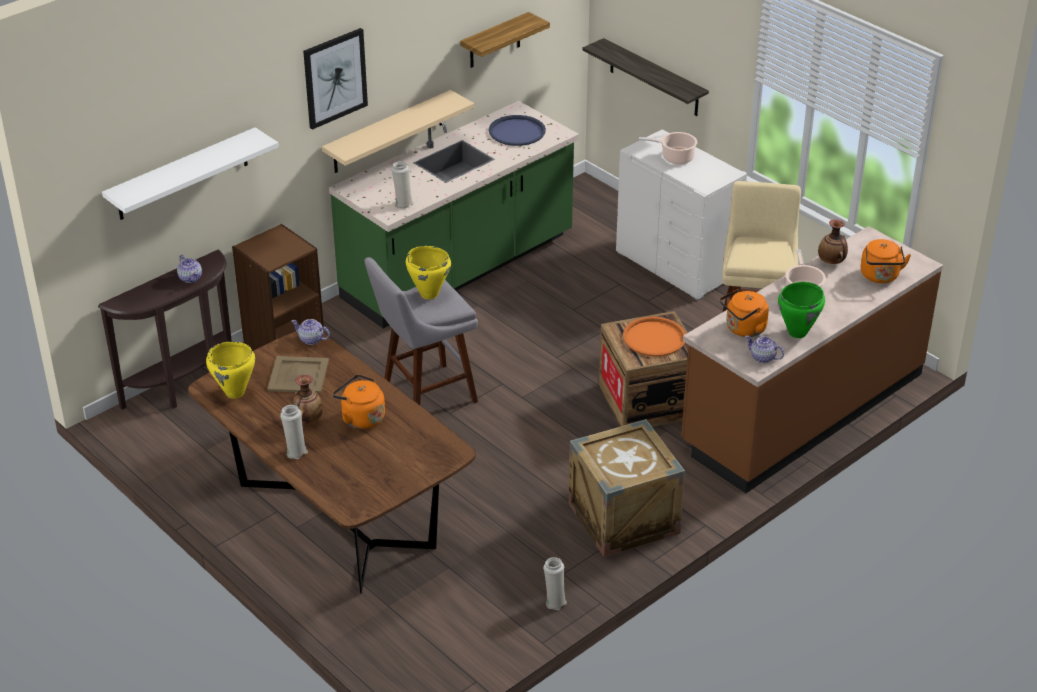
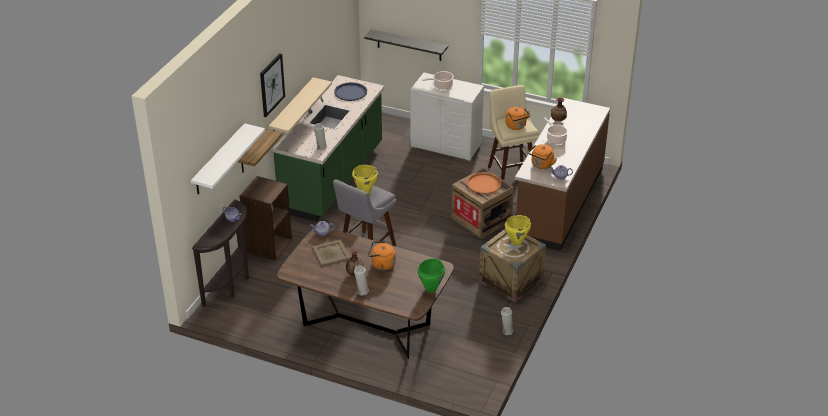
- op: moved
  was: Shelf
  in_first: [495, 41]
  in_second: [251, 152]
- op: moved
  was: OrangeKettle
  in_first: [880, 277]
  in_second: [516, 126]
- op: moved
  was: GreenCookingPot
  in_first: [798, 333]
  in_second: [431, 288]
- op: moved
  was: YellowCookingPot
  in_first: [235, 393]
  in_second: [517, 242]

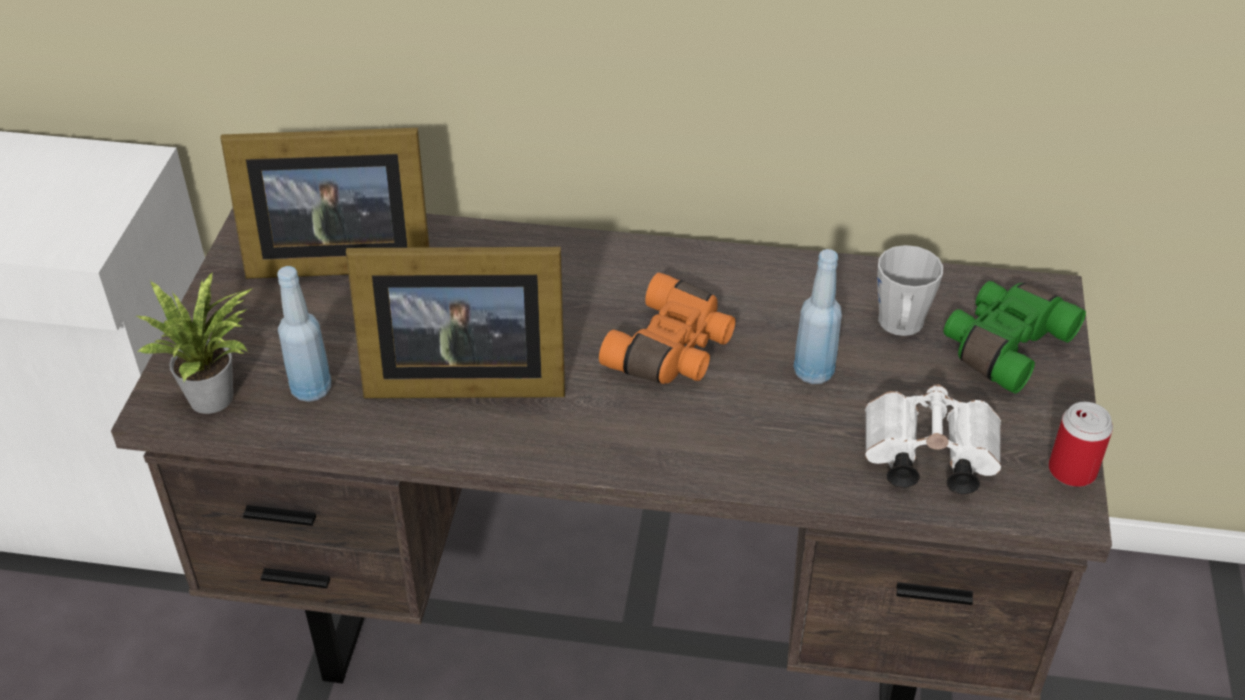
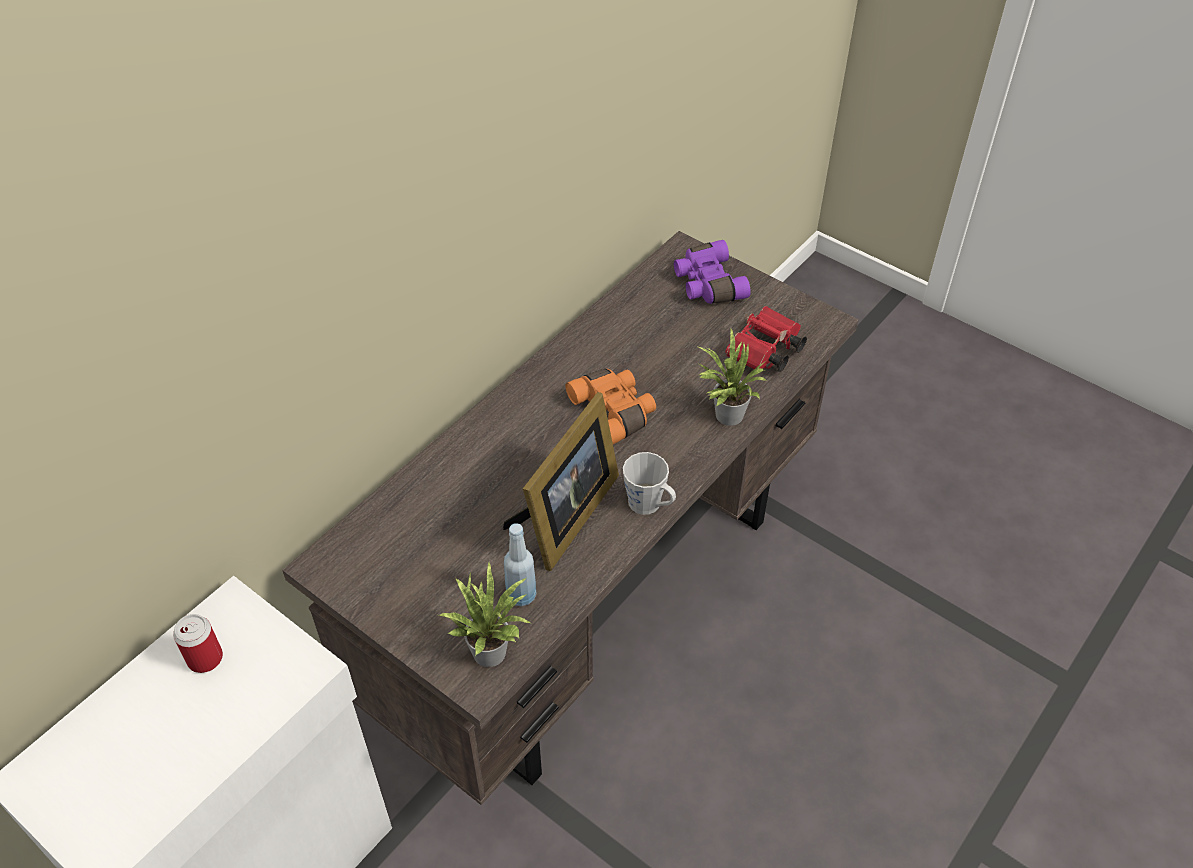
- op: removed
  was: PictureFrame
  in_first: [334, 258]
- op: moved
  was: GreyMug
  in_first: [900, 326]
  in_second: [649, 505]
- op: removed
  was: BlueBottle
  in_first: [813, 372]
- op: recoloured
  was: GreenBinoculars
  now: PurpleBinoculars
  in_first: [1003, 345]
  in_second: [707, 284]
- op: recoloured
  was: WhiteBinoculars
  now: RedBinoculars
  in_first: [924, 458]
  in_second: [764, 353]
- op: moved
  was: Can
  in_first: [1072, 470]
  in_second: [205, 658]
- op: added
  now: PottedPlant
  in_second: [725, 415]

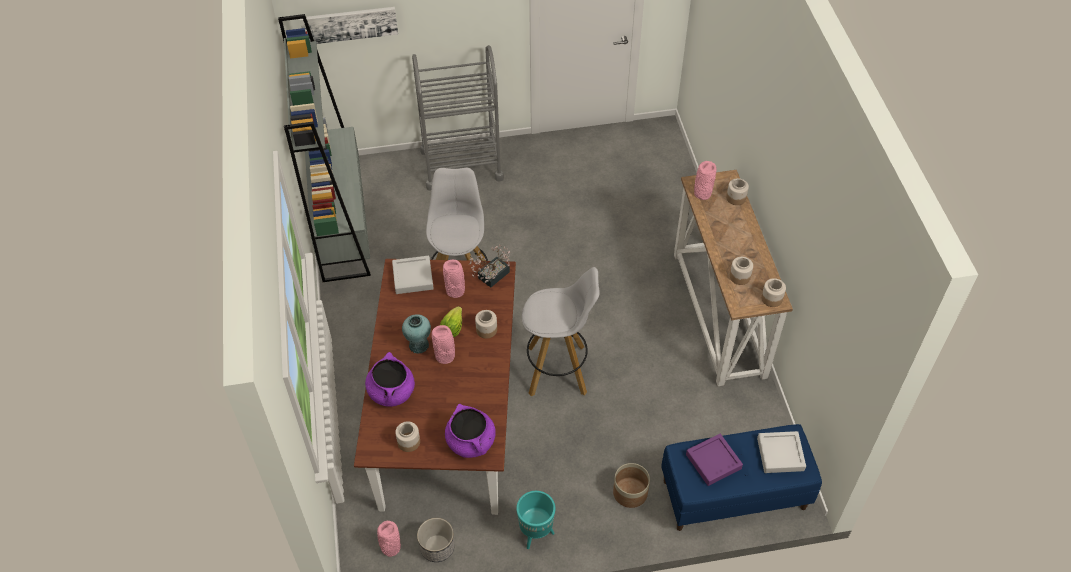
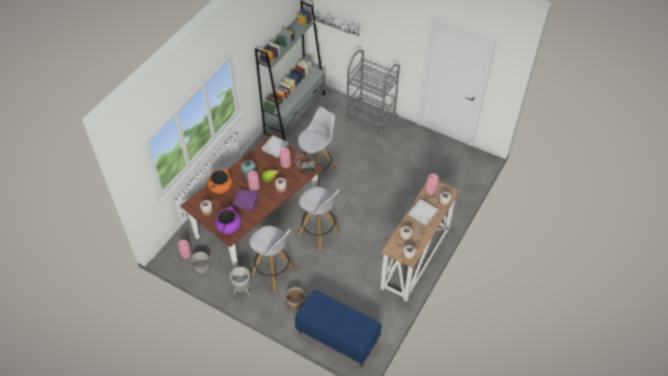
- op: recoloured
  was: PurpleCookingPot
  now: OrangeCookingPot
  in_first: [391, 392]
  in_second: [220, 187]
- op: moved
  was: GreyTray
  in_first: [780, 454]
  in_second: [423, 213]
- op: moved
  was: PurpleTray
  in_first: [713, 461]
  in_second: [246, 201]
- op: recoloured
  was: TurquoisePlanter
  now: GreyPlanter
  in_first: [536, 533]
  in_second: [243, 290]
- op: added
  now: WhiteStool
  in_second: [273, 272]

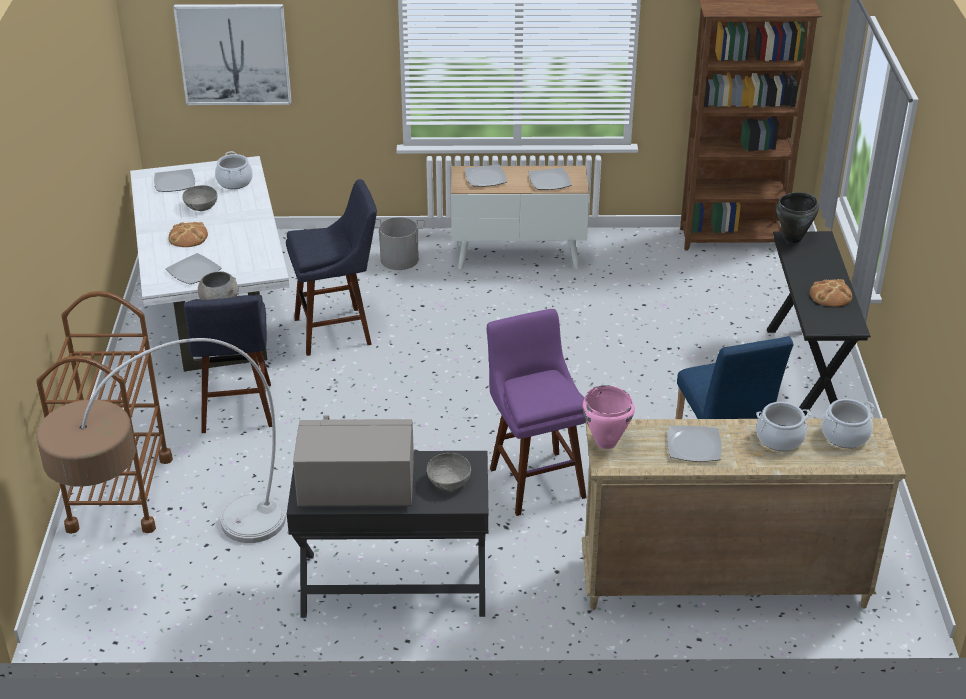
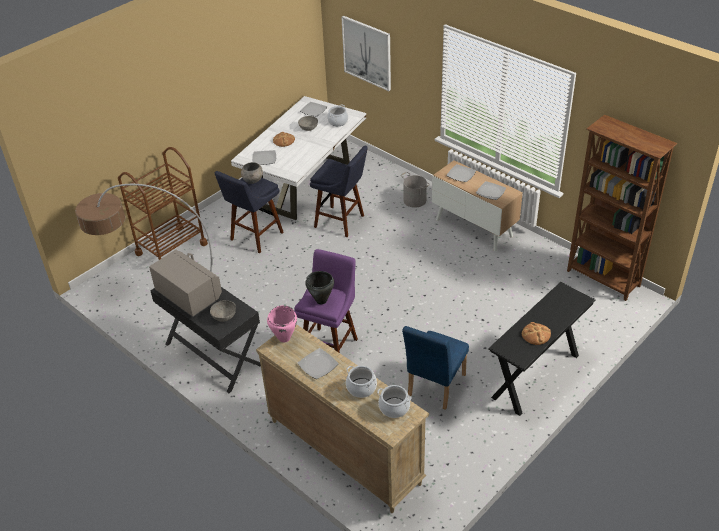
- op: moved
  was: BlackCookingPot
  in_first: [793, 238]
  in_second: [321, 300]

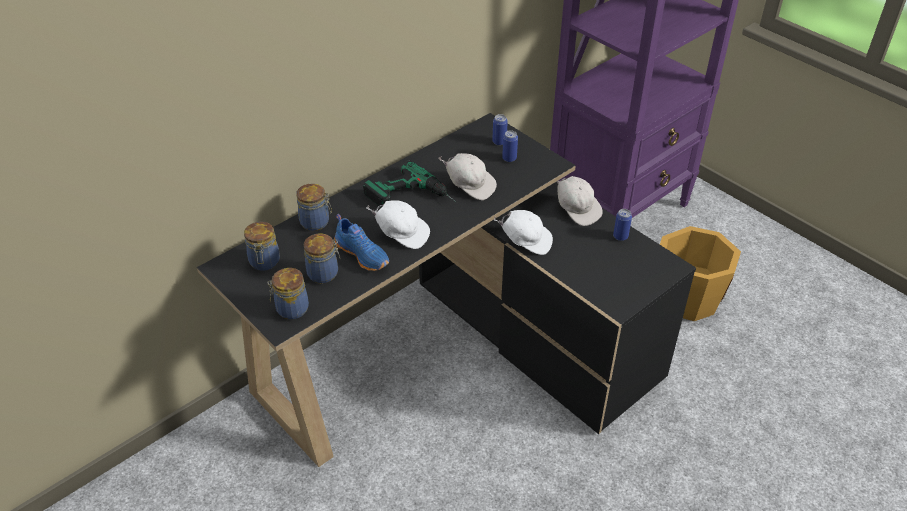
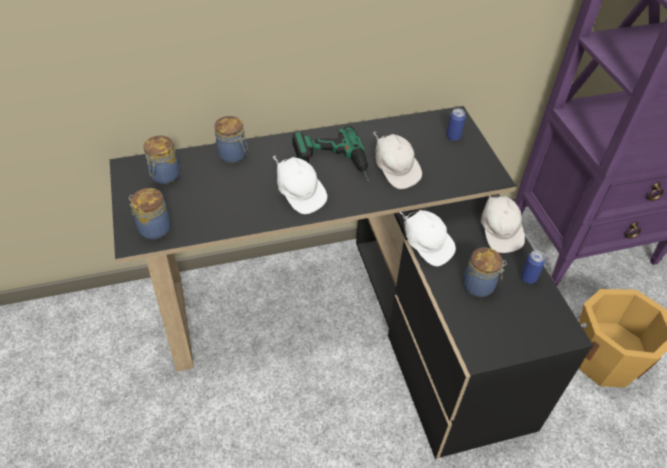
- op: removed
  was: Can
  in_first: [509, 158]
- op: removed
  was: BlueShoe
  in_first: [363, 254]
- op: moved
  was: Jar
  in_first: [324, 273]
  in_second: [479, 286]

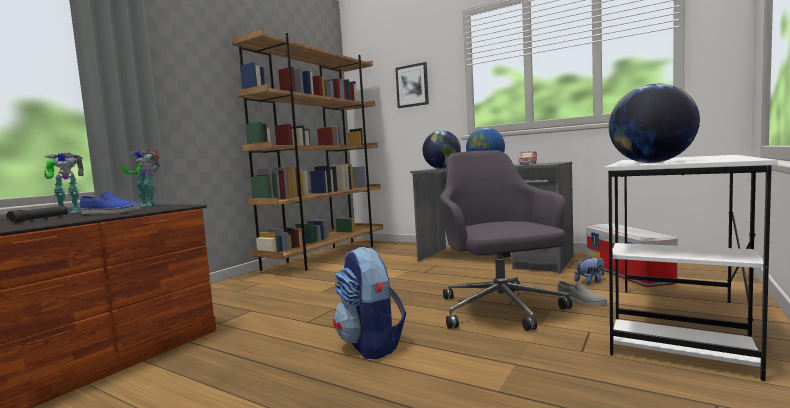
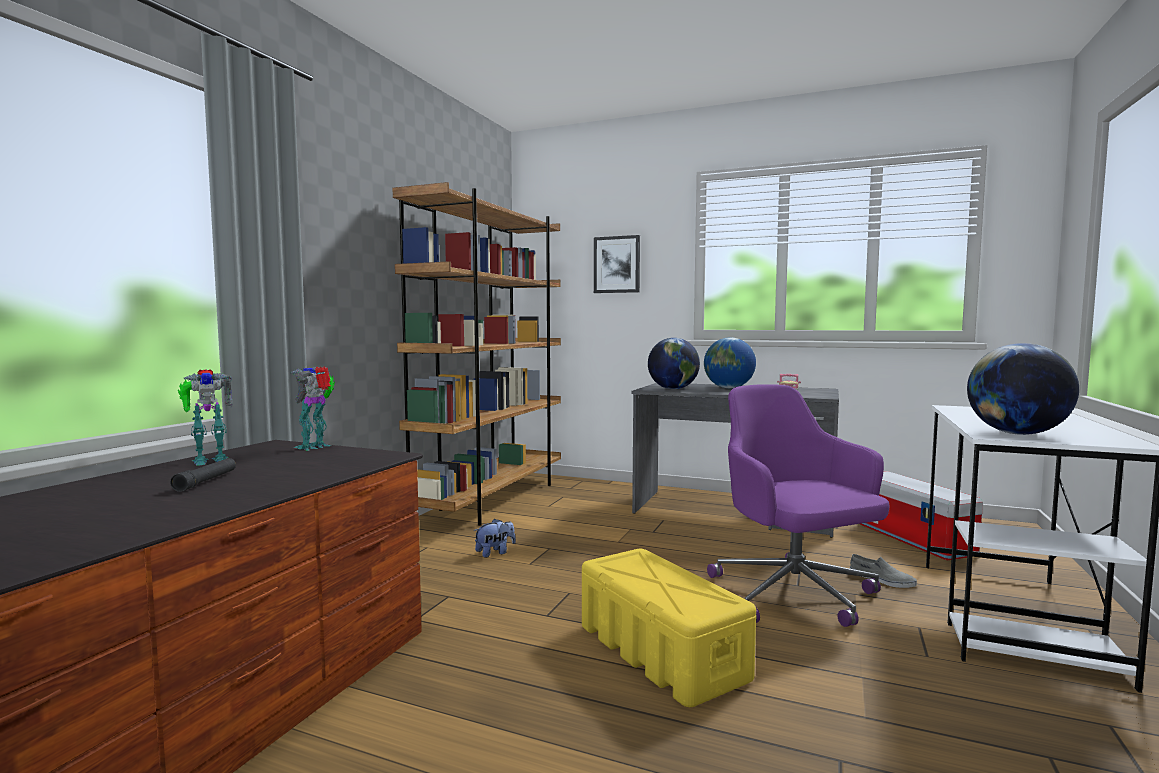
- op: turned
  was: ToyRobot
  in_first: [147, 205]
  in_second: [315, 447]
  clockwise: 105
- op: recoloured
  was: GreyOfficeChair
  now: PurpleOfficeChair
  in_first: [501, 310]
  in_second: [794, 595]
- op: removed
  was: BlueShoe
  in_first: [110, 212]
- op: replaced
  was: Backpack
  now: YellowStorageBox
  in_first: [370, 345]
  in_second: [661, 652]
- op: moved
  was: PlushToy
  in_first: [590, 282]
  in_second: [495, 553]

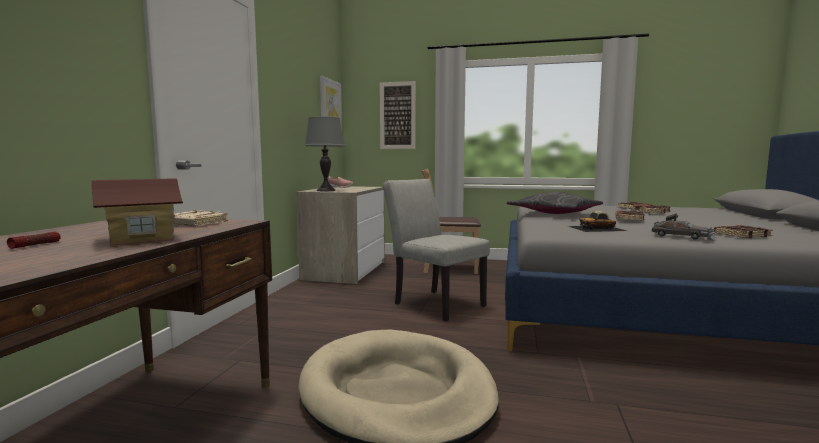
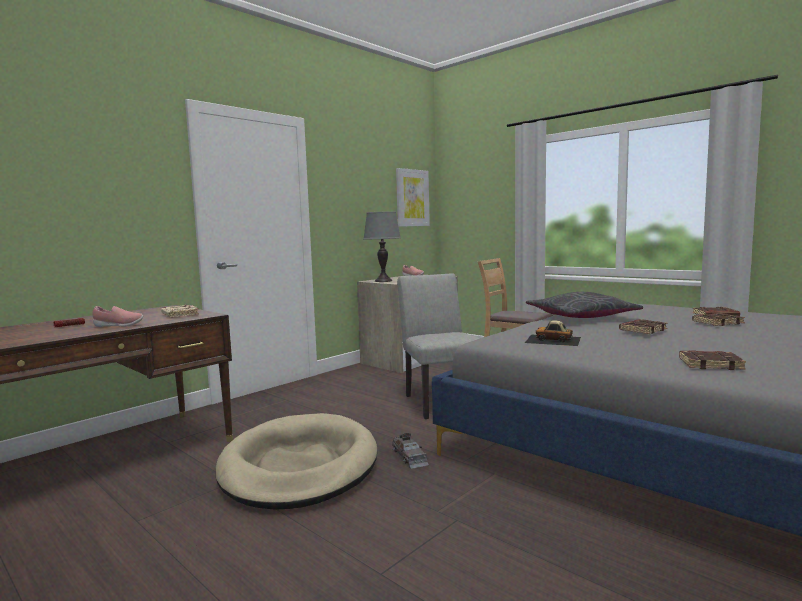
- op: removed
  was: Picture
  in_first: [397, 115]
- op: replaced
  was: ToyHouse
  now: PinkShoe
  in_first: [141, 239]
  in_second: [118, 325]
- op: moved
  was: GreyToyCar
  in_first: [682, 236]
  in_second: [409, 457]

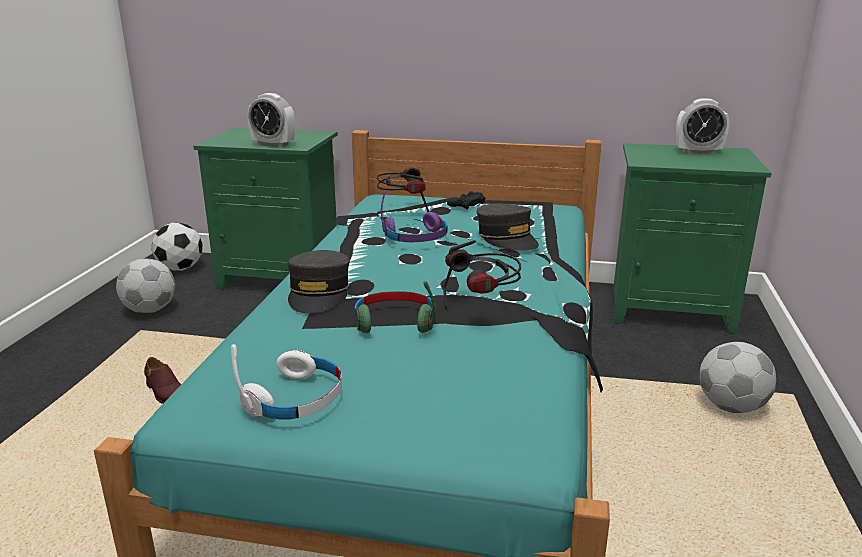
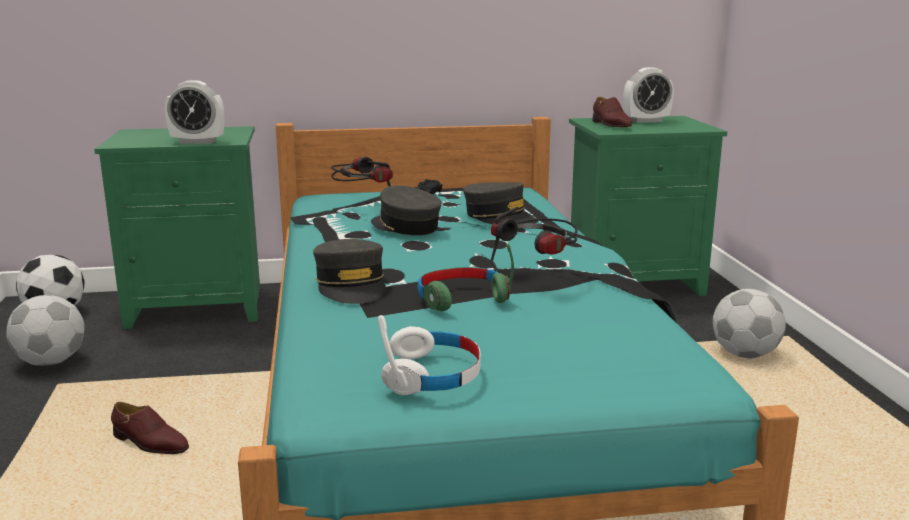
- op: replaced
  was: PurpleHeadphones
  now: GreyCap
  in_first: [416, 238]
  in_second: [405, 226]
- op: added
  now: BrownShoe
  in_second: [610, 125]

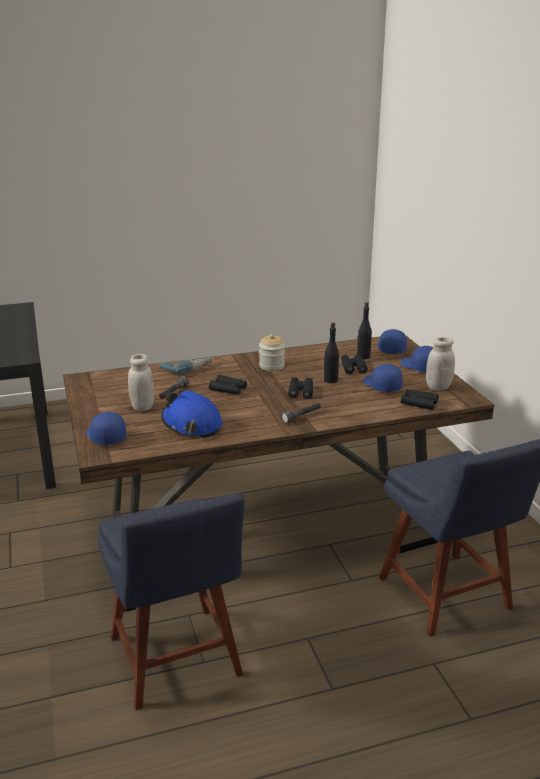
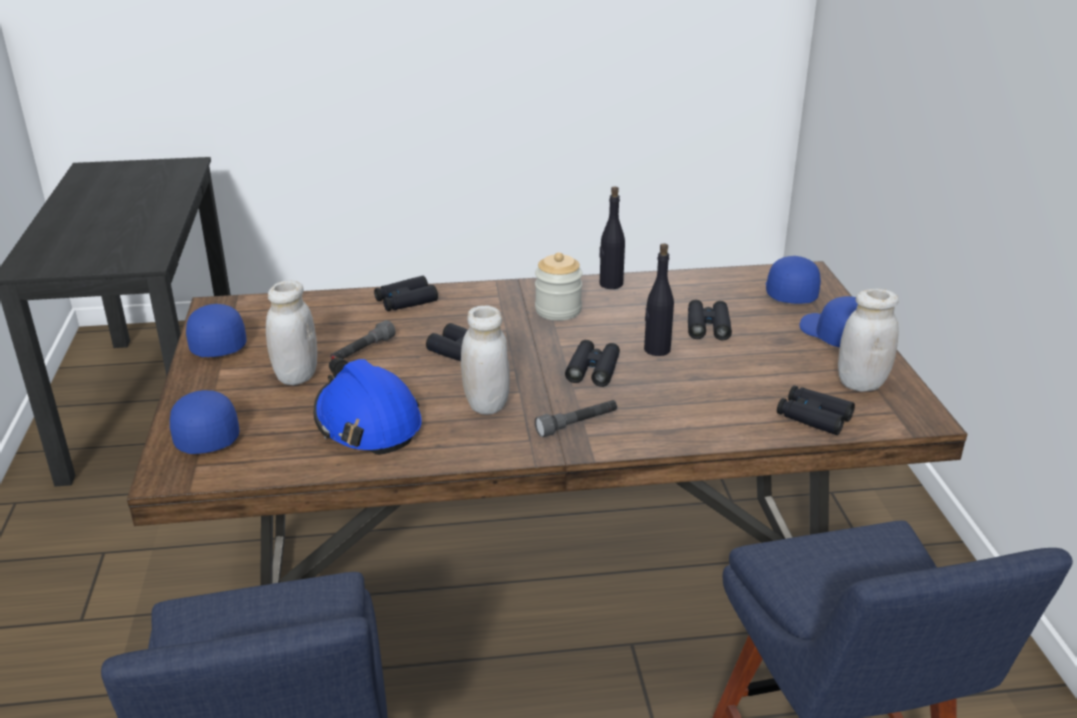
- op: moved
  was: BlackBottle
  in_first: [363, 357]
  in_second: [610, 284]
- op: replaced
  was: PowerDrill
  now: BlackBinoculars
  in_first: [186, 368]
  in_second: [406, 301]
- op: moved
  was: BlueCap
  in_first: [381, 386]
  in_second: [216, 342]
- op: added
  now: WhiteJar
  in_second: [486, 404]

